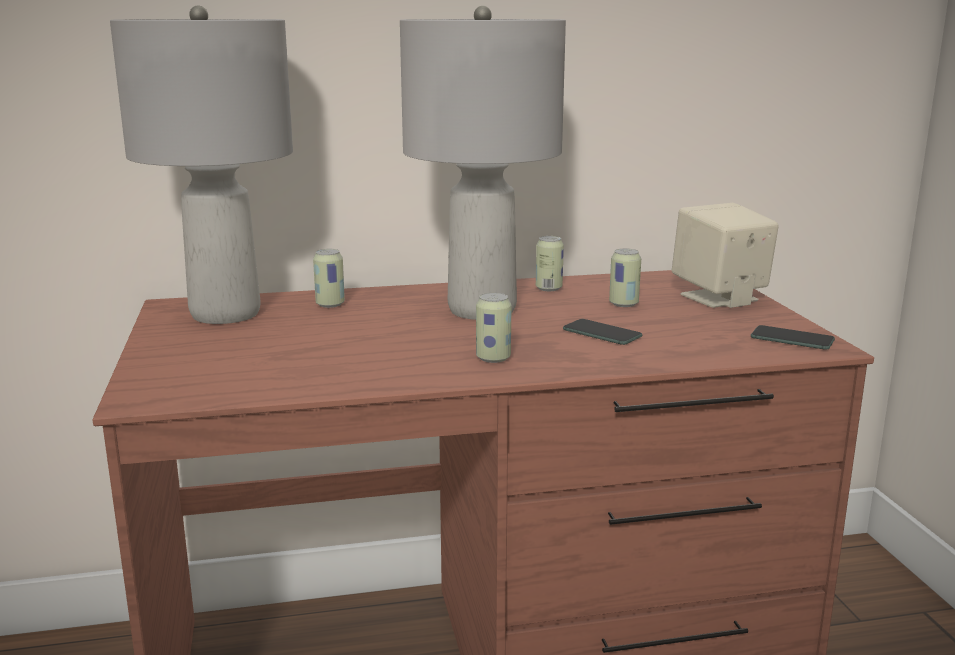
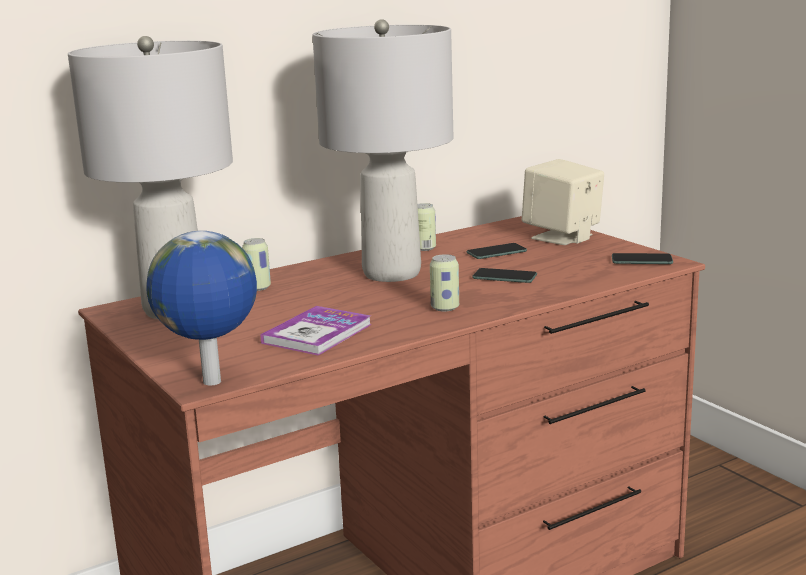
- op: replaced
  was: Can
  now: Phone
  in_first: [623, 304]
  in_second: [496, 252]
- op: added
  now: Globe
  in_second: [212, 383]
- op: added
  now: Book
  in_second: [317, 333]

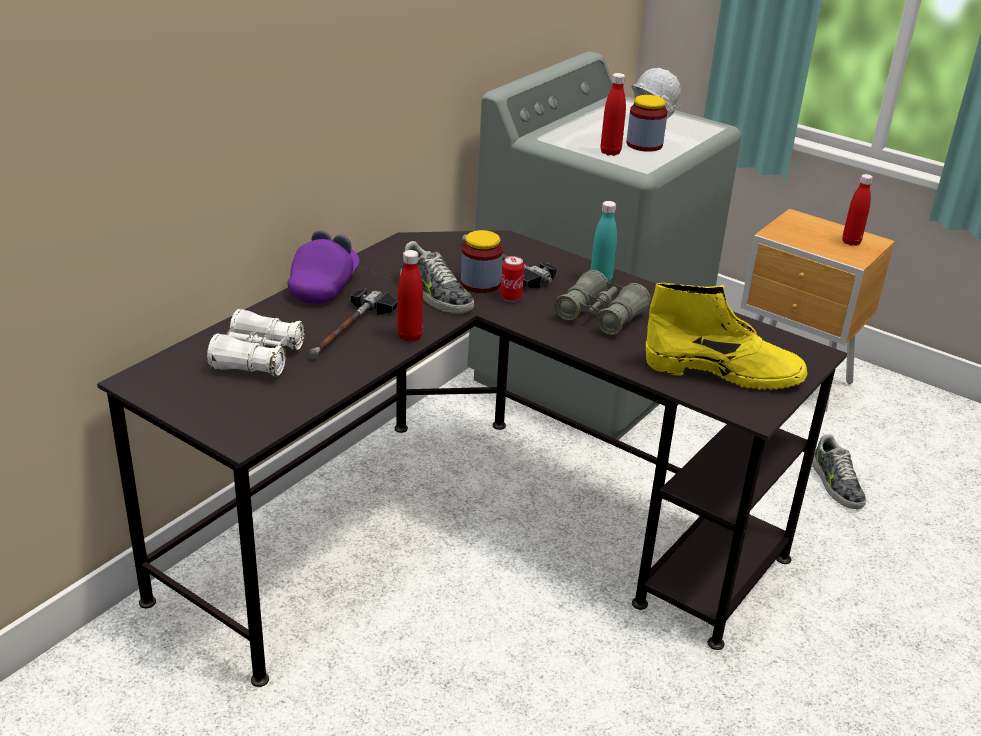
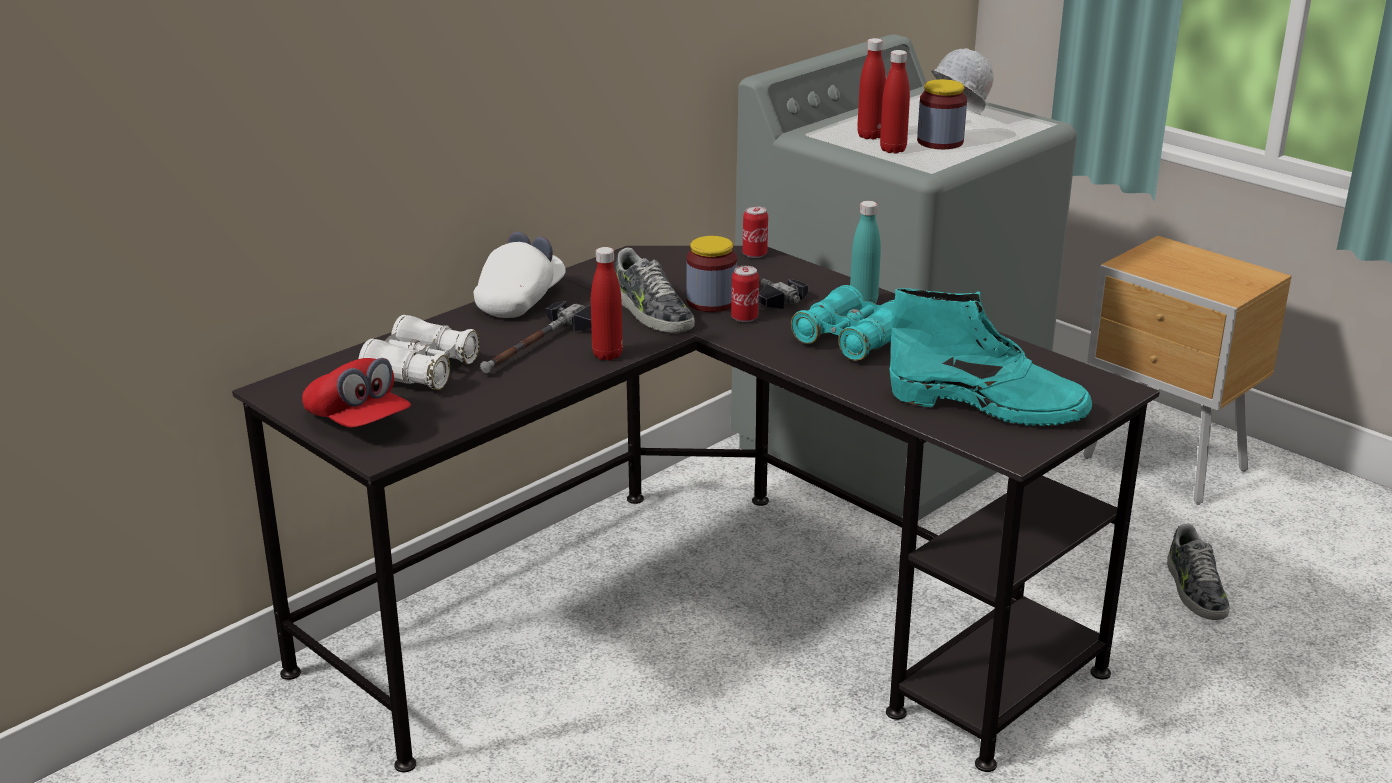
- op: moved
  was: RedBottle
  in_first: [851, 242]
  in_second: [870, 136]
- op: recoloured
  was: PurpleCap
  now: WhiteCap
  in_first: [325, 286]
  in_second: [521, 300]
- op: recoloured
  was: GreyBinoculars
  now: TurquoiseBinoculars
  in_first: [600, 316]
  in_second: [850, 341]
- op: recoloured
  was: YellowBoot
  now: TurquoiseBoot
  in_first: [725, 372]
  in_second: [990, 406]
- op: added
  now: Can
  in_second: [754, 254]
- op: added
  now: RedCap
  in_second: [358, 422]

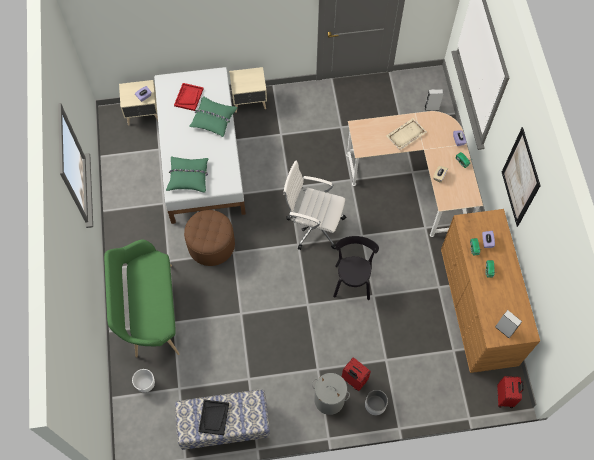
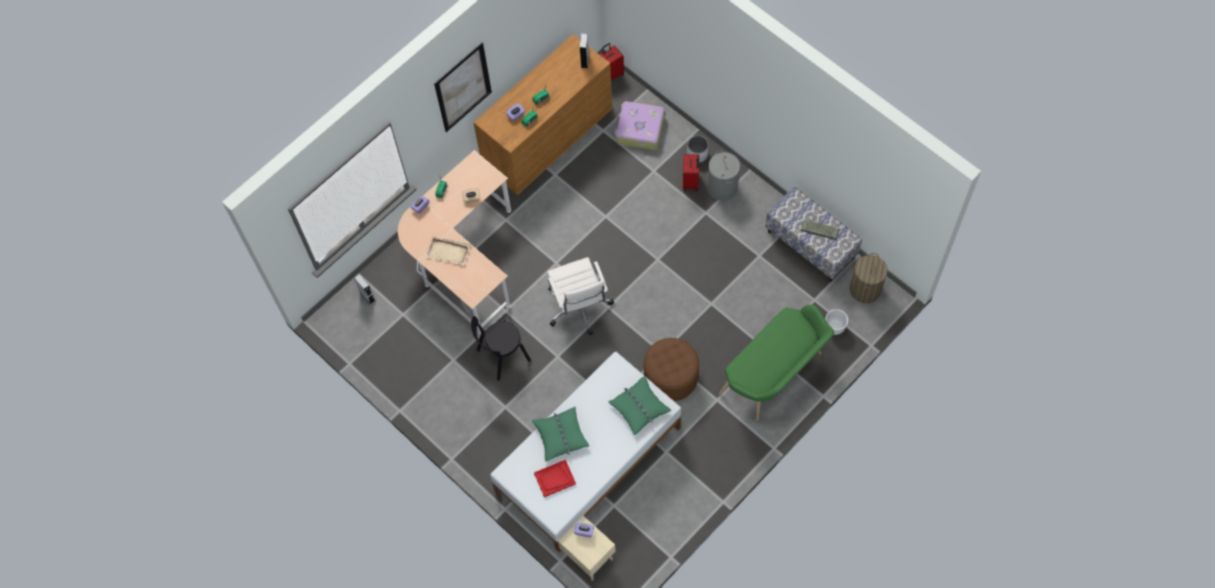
- op: removed
  was: BeigeNightstand
  in_first: [250, 102]
- op: moved
  was: BlackChair
  in_first: [352, 280]
  in_second: [501, 356]
- op: replaced
  was: BlackTray
  now: Keyboard
  in_first: [214, 417]
  in_second: [820, 229]
- op: added
  now: Suitcase
  in_second: [639, 130]
- op: added
  now: LaundryBasket
  in_second: [865, 289]

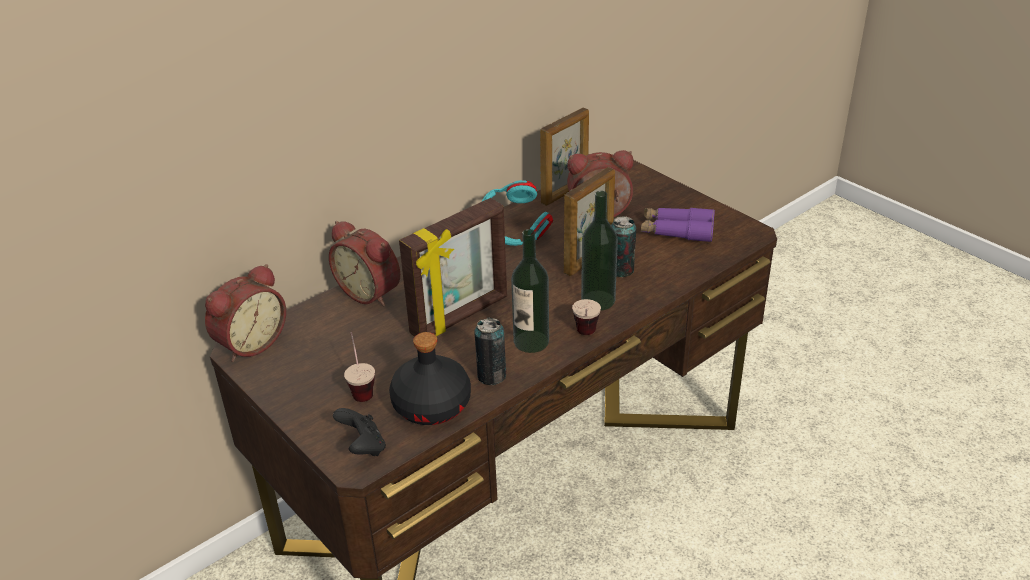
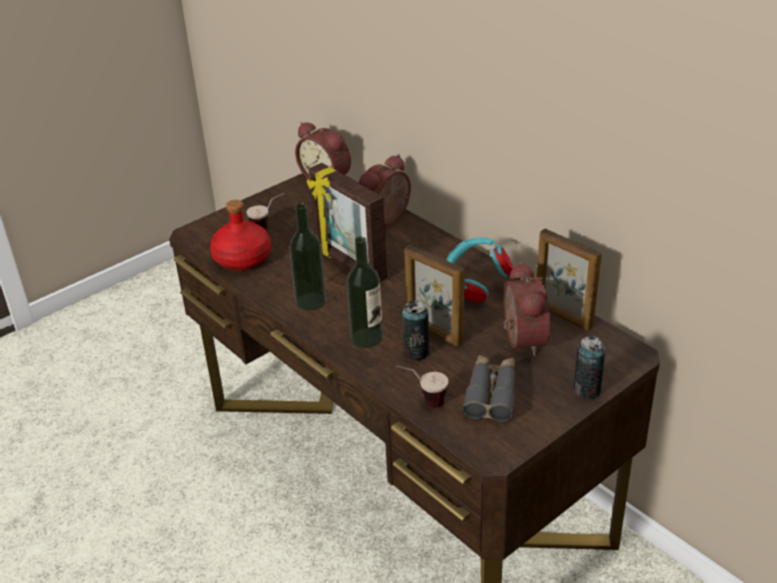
- op: recoloured
  was: PurpleBinoculars
  now: GreyBinoculars
  in_first: [677, 231]
  in_second: [491, 394]
- op: moved
  was: Cup
  in_first: [585, 337]
  in_second: [422, 401]
- op: moved
  was: Can
  in_first: [491, 376]
  in_second: [587, 391]
- op: recoloured
  was: BlackBottle
  now: RedBottle
  in_first: [432, 405]
  in_second: [242, 259]
- op: removed
  was: BlackGameController
  in_first: [363, 447]

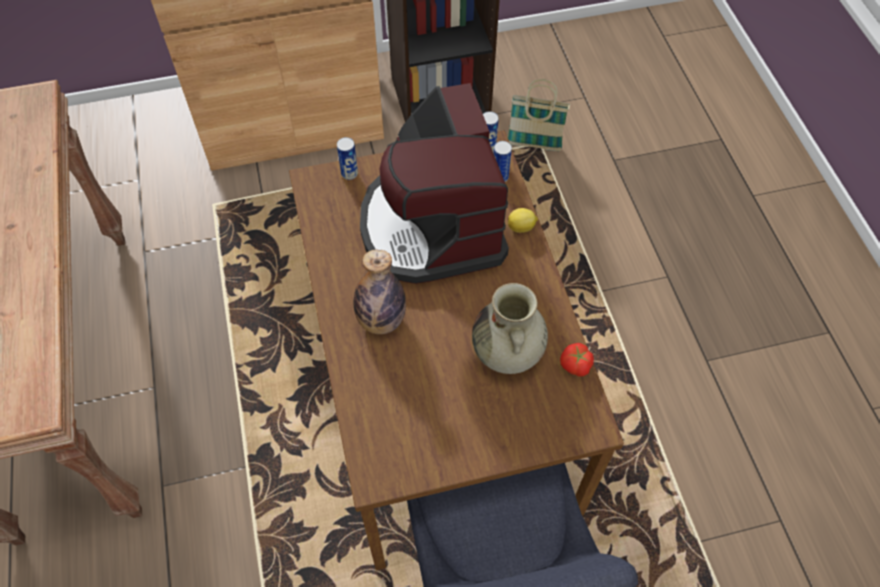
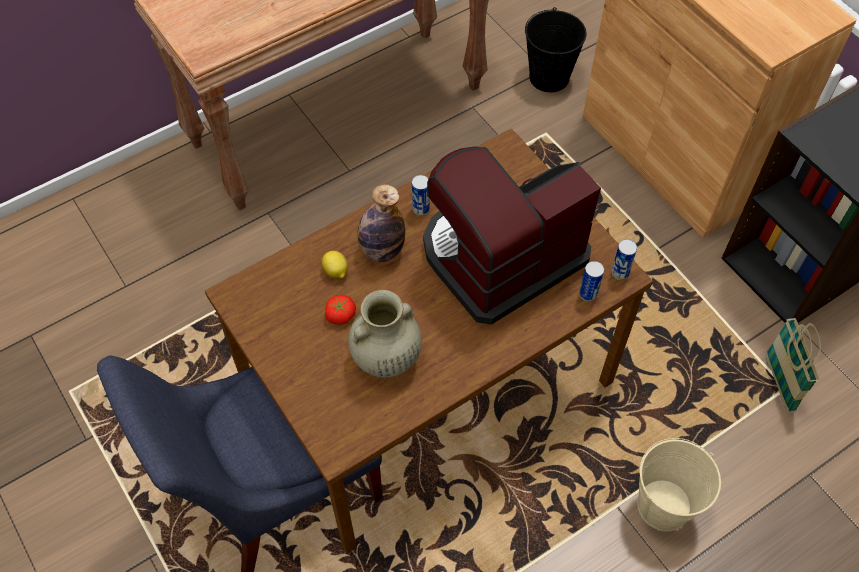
- op: moved
  was: Can
  in_first: [349, 173]
  in_second: [421, 209]
- op: moved
  was: Lemon
  in_first: [521, 227]
  in_second: [336, 272]
- op: moved
  was: Tomato
  in_first: [575, 365]
  in_second: [340, 314]
- op: added
  now: BlackBucket
  in_second: [549, 77]
- op: added
  now: BeigeBucket
  in_second: [663, 506]

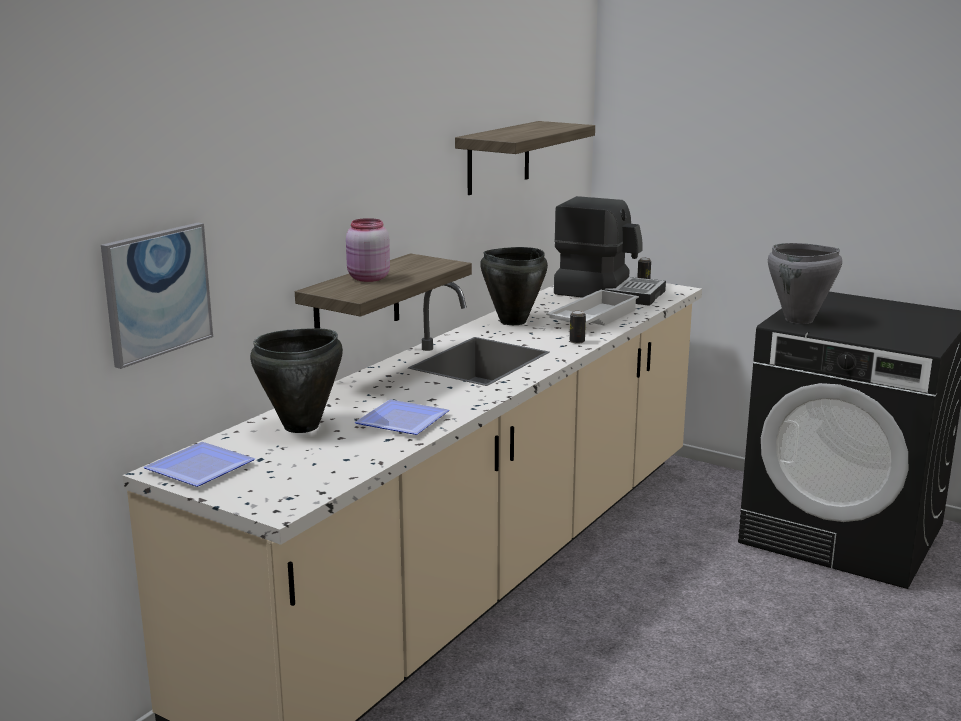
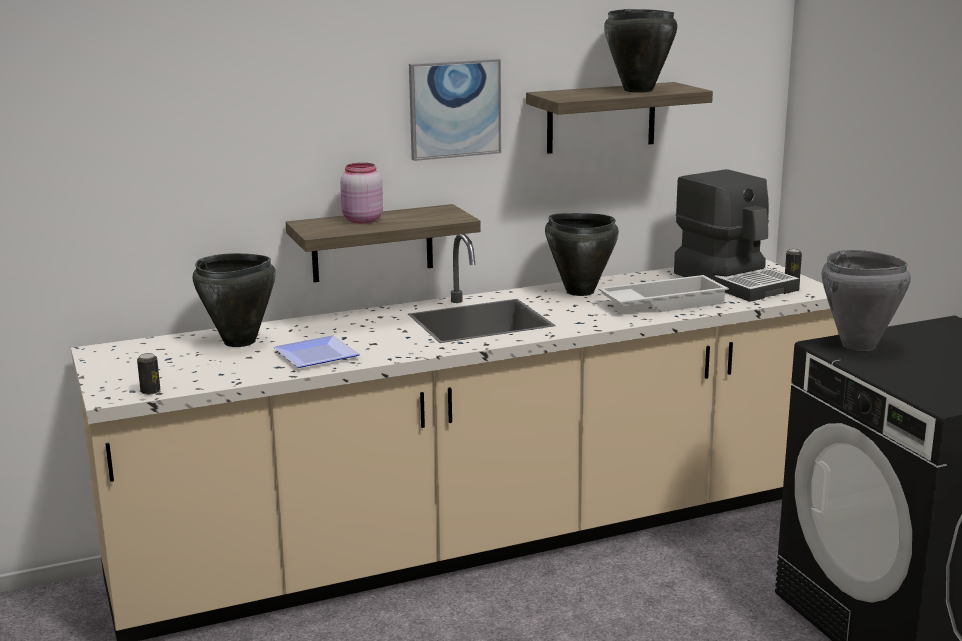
- op: moved
  was: Picture
  in_first: [157, 293]
  in_second: [454, 109]
- op: moved
  was: Can
  in_first: [577, 341]
  in_second: [150, 391]
- op: removed
  was: Plate
  in_first: [200, 470]
- op: added
  now: BlackCookingPot
  in_second: [638, 90]

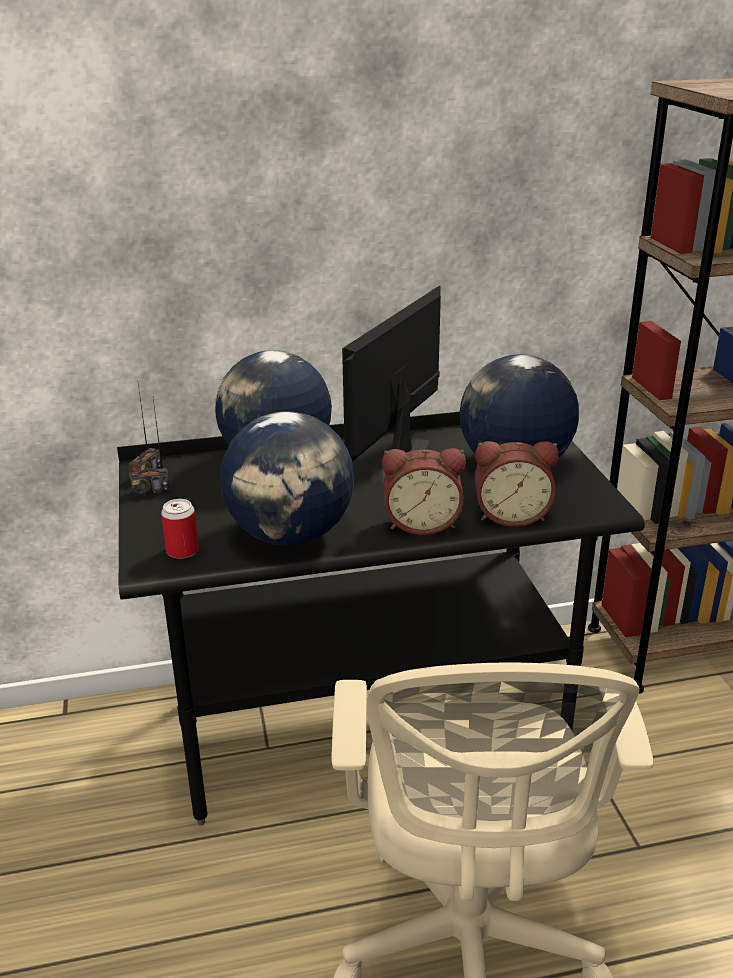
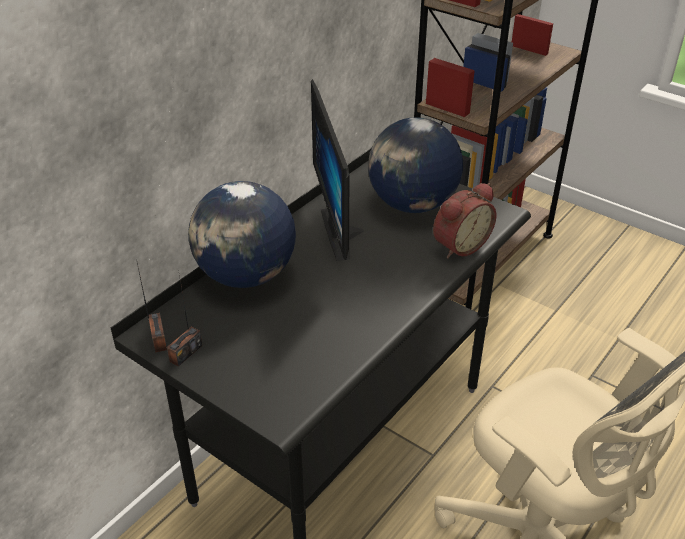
- op: removed
  was: Globe
  in_first: [291, 535]
- op: removed
  was: AlarmClock
  in_first: [422, 523]
- op: removed
  was: Can
  in_first: [182, 551]

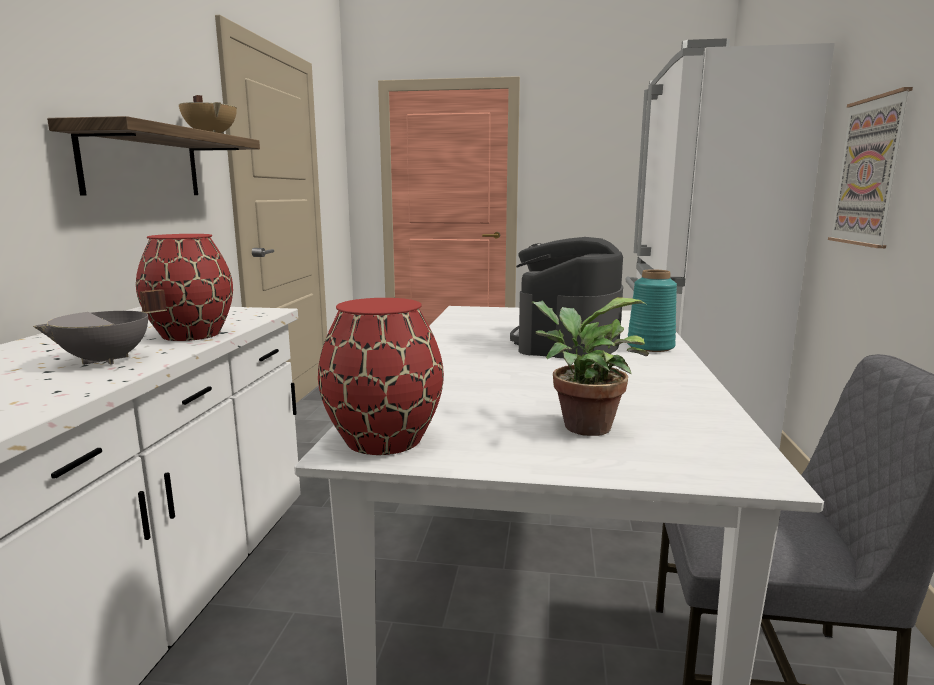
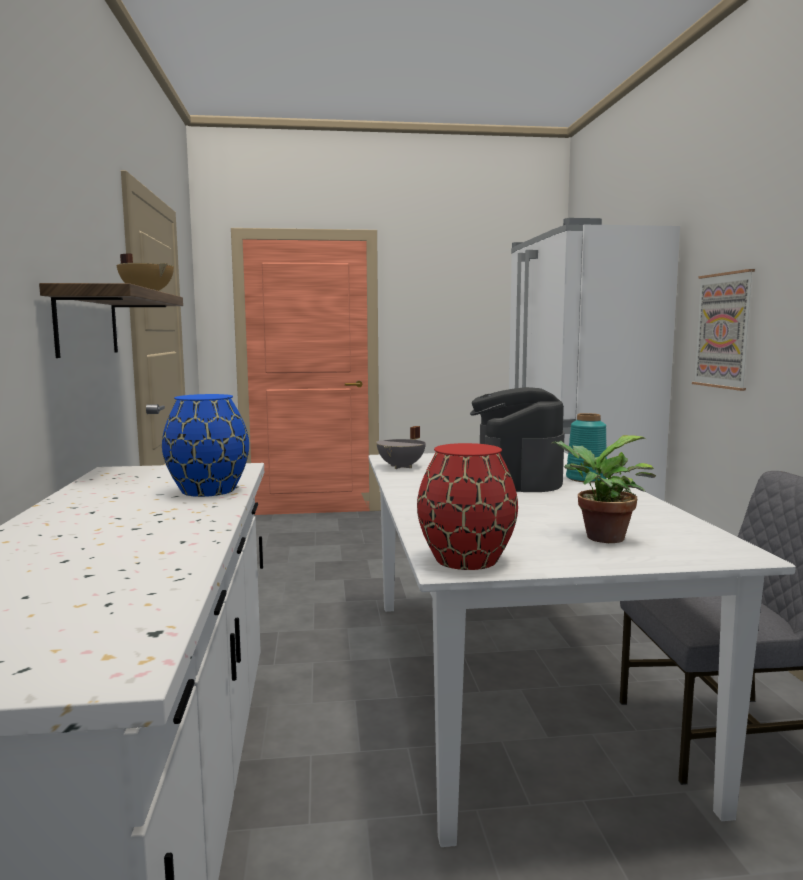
- op: recoloured
  was: RedVase
  now: BlueVase
  in_first: [192, 334]
  in_second: [209, 490]
- op: moved
  was: GreyCookingPot
  in_first: [107, 360]
  in_second: [402, 467]

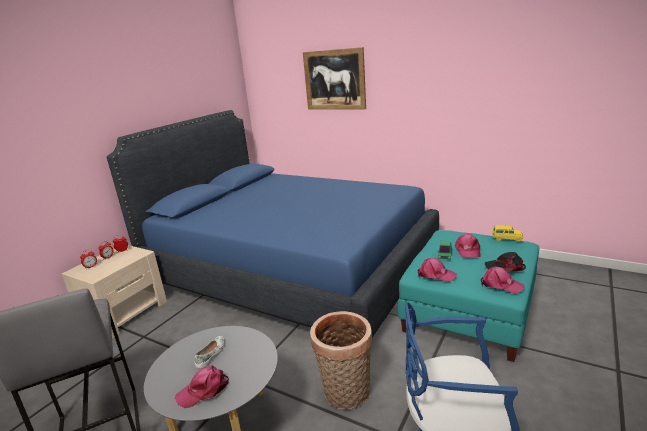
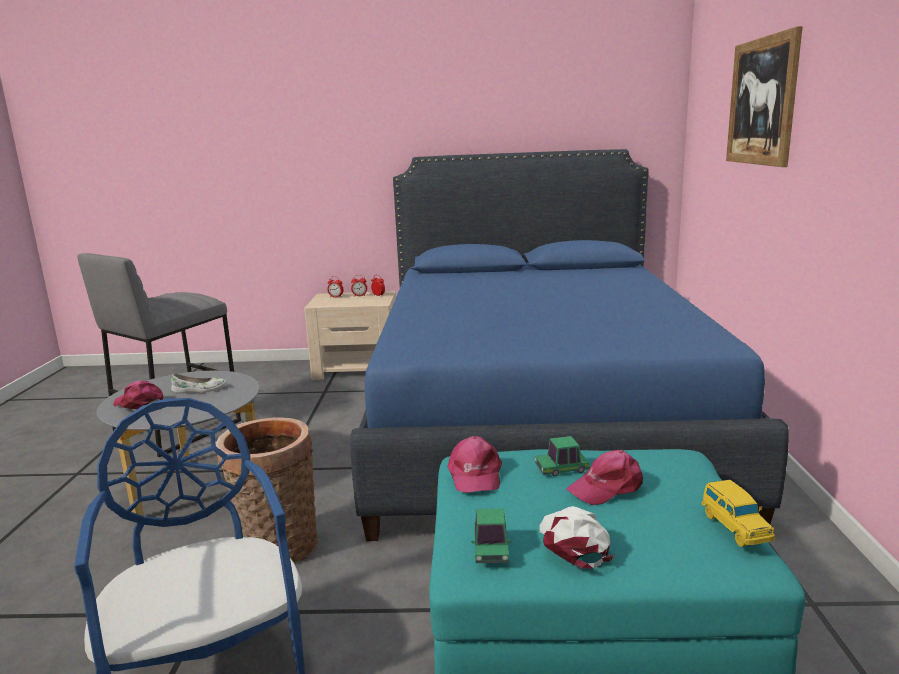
- op: recoloured
  was: BlackCap
  now: WhiteCap
  in_first: [505, 267]
  in_second: [574, 542]
- op: replaced
  was: PinkCap
  now: ToyCar
  in_first: [501, 285]
  in_second: [491, 549]

